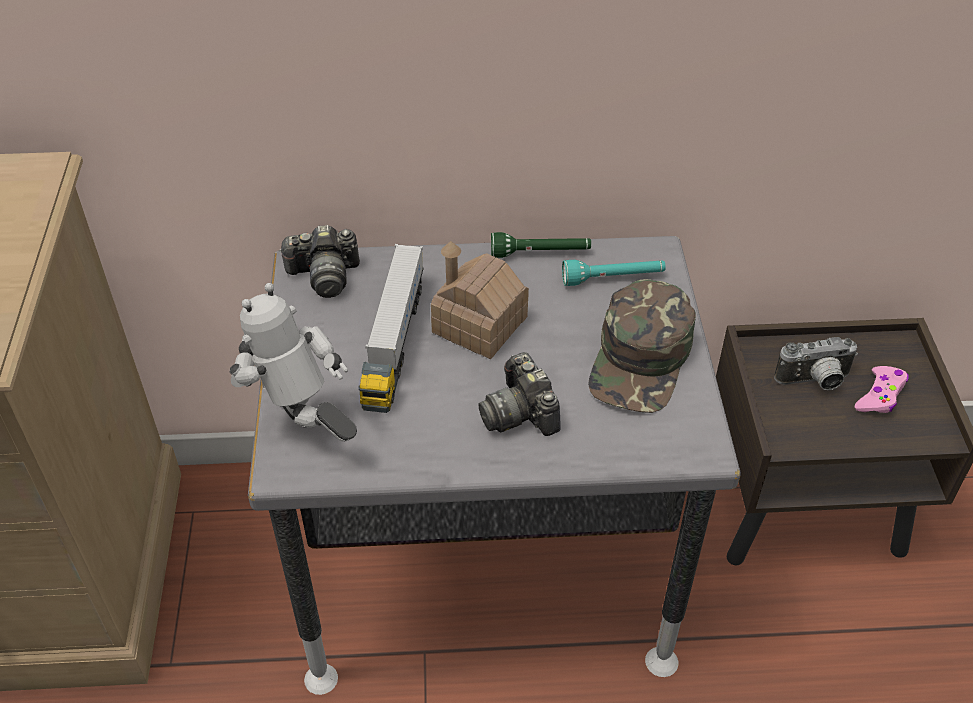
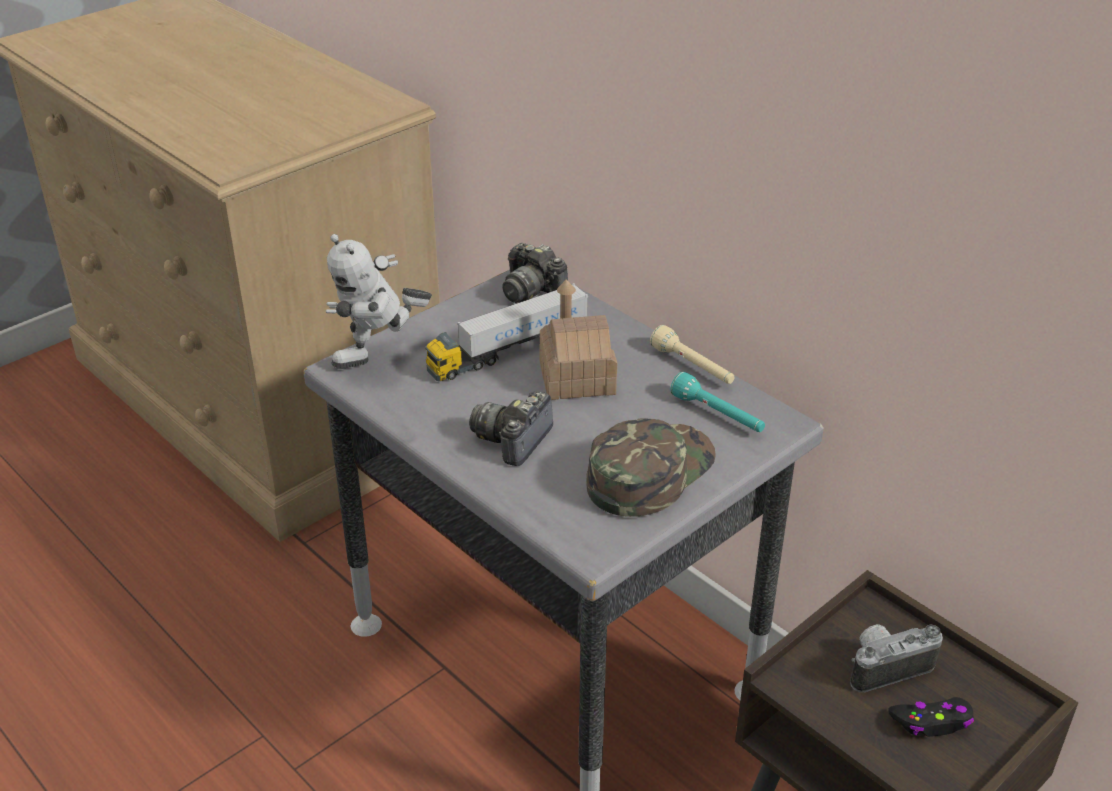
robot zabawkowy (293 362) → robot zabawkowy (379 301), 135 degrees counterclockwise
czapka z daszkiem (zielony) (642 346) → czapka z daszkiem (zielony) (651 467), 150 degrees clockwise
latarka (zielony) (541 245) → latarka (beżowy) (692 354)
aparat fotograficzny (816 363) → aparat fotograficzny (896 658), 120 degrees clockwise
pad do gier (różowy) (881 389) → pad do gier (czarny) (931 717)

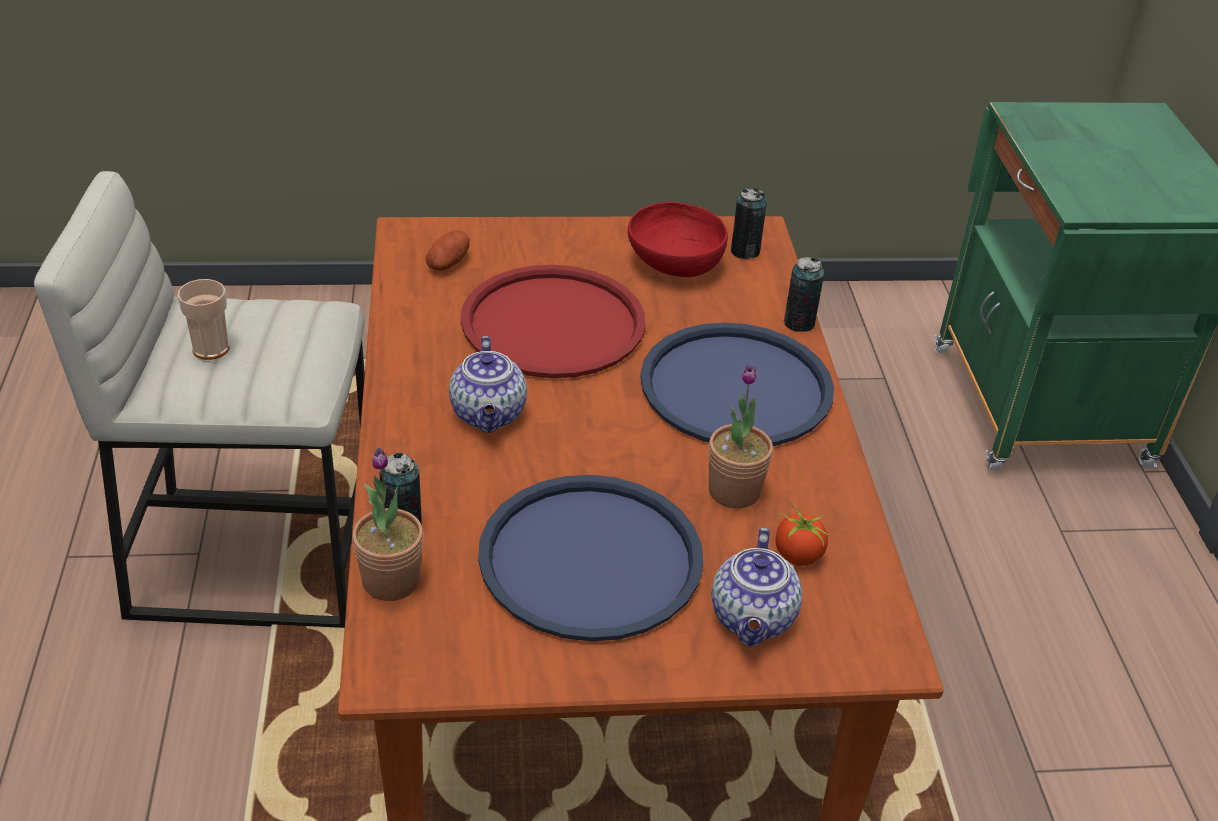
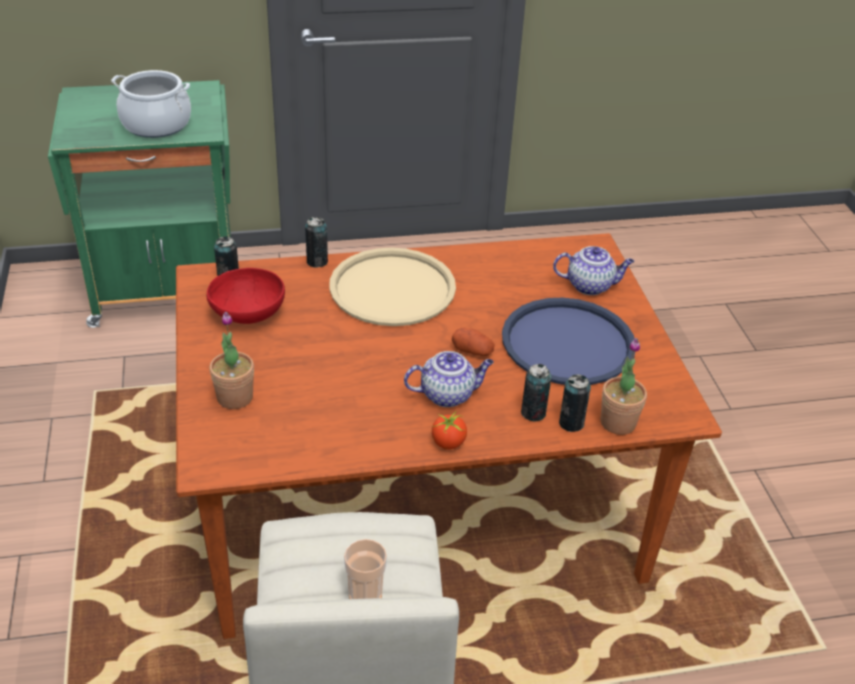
- → garnek (151 104)
roślina doniczkowa (740 436) → roślina doniczkowa (231 360), shifted
taca (niebieski) (737 384) → taca (beżowy) (392 287)
pomidor (802 533) → pomidor (449 430), shifted
ziemniak (448 250) → ziemniak (473 342), shifted
- → puszka (536 392)
taca (czerwony) (553 321) → -

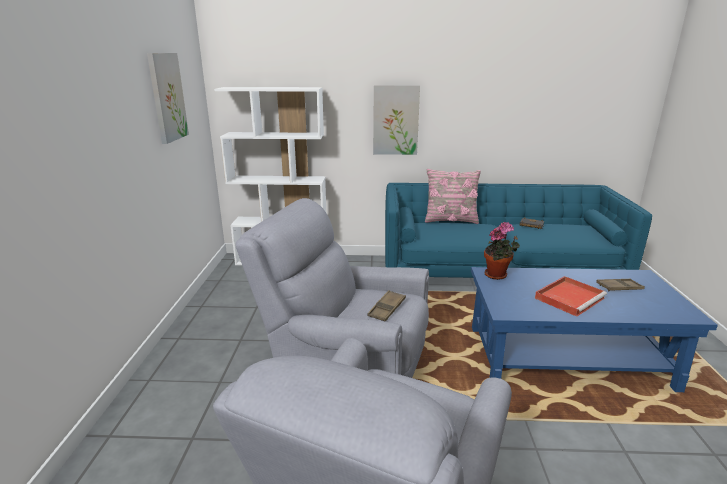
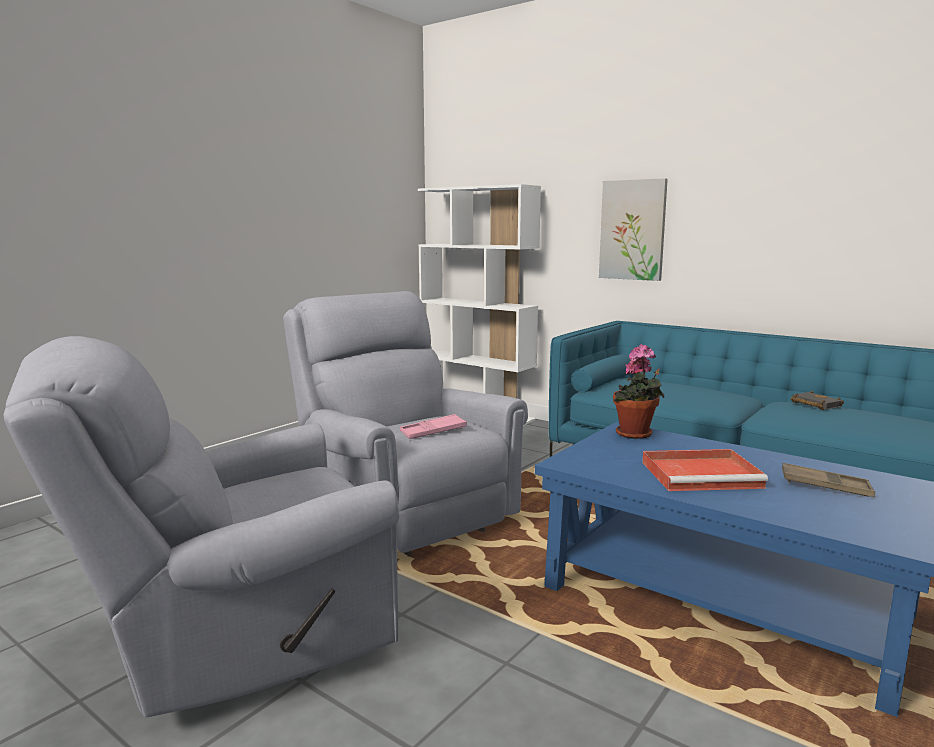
taca (brązowy) (386 305) → taca (różowy) (433 426)
obraz (168 98) → -
poduszka (różowy) (453 196) → -

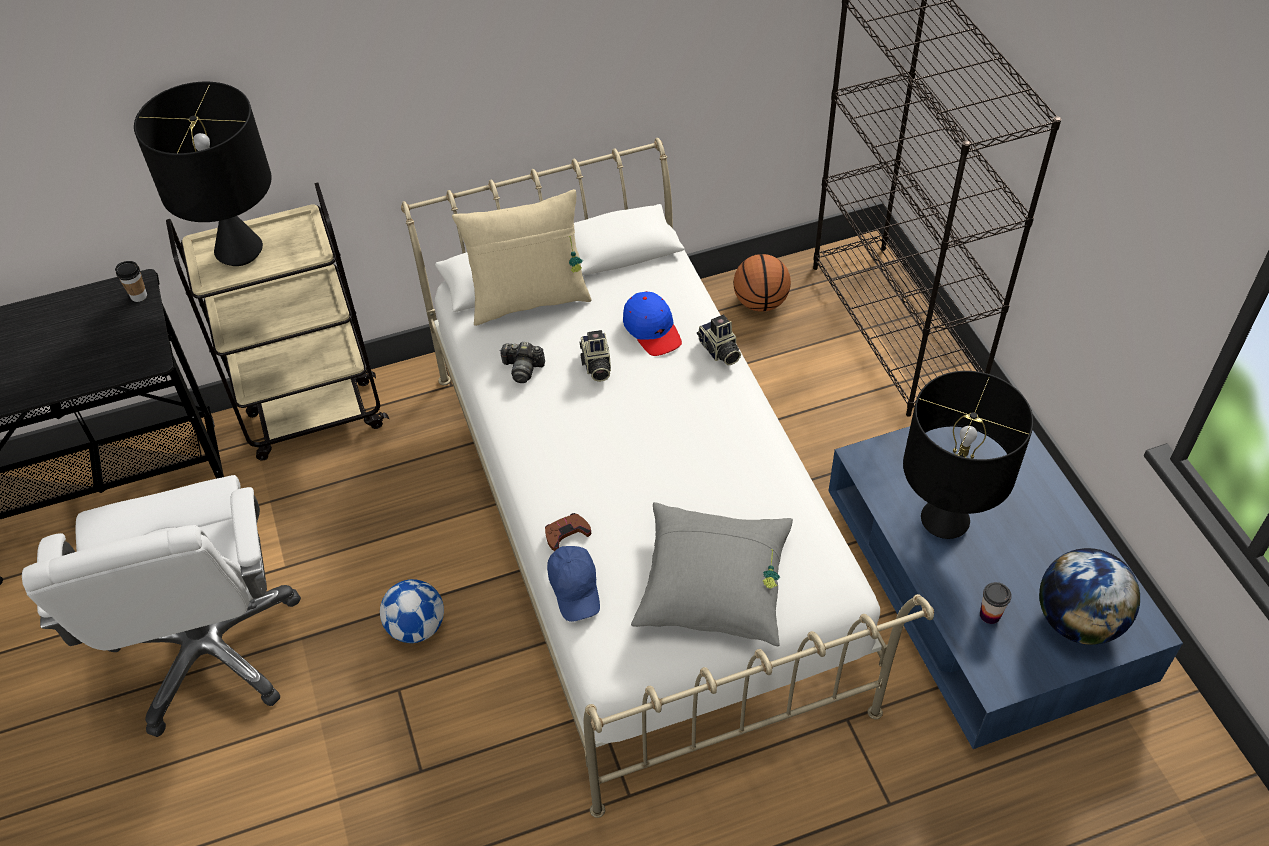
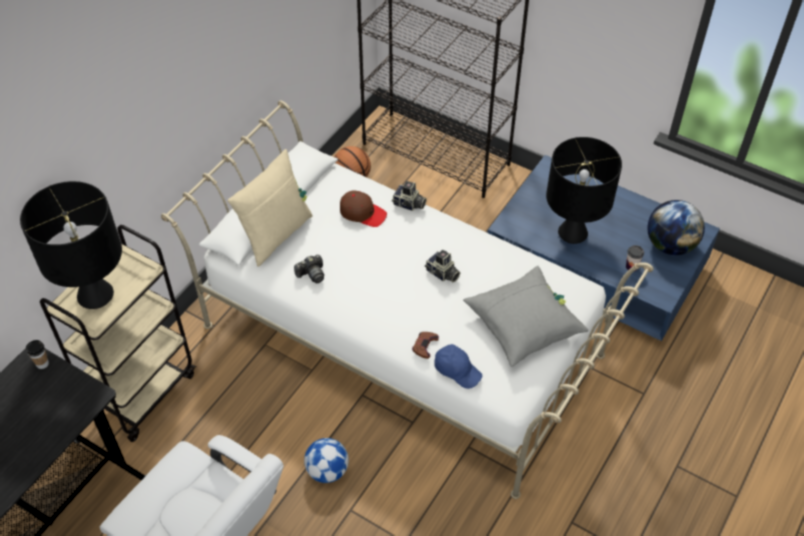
czapka z daszkiem (niebieski) (652 323) → czapka z daszkiem (brązowy) (363 208)
aparat fotograficzny (595 356) → aparat fotograficzny (442 266), shifted

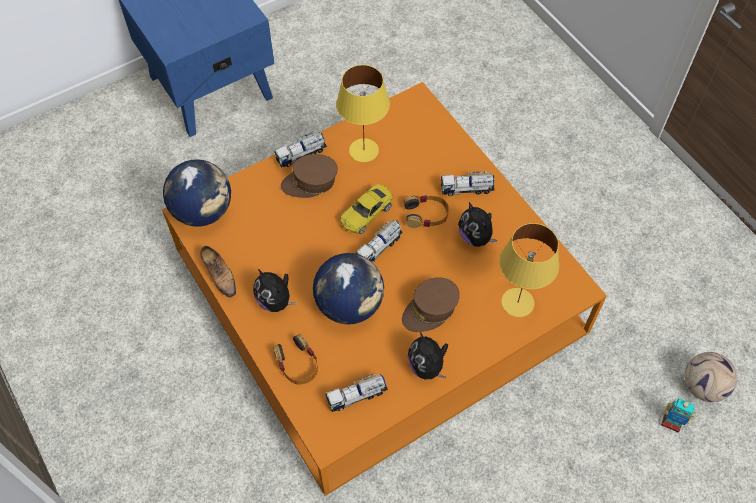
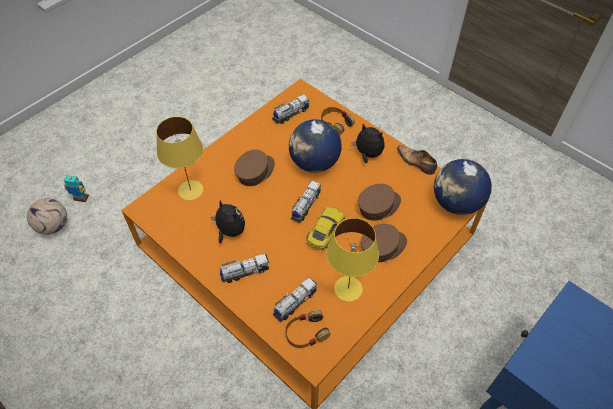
ciężarówka zabawkowa (300 149) → ciężarówka zabawkowa (294 299), shifted
słuchawki (426 211) → słuchawki (308 329), shifted
- → czapka z daszkiem (brązowy) (379 202)
pluszak (428 356) → -

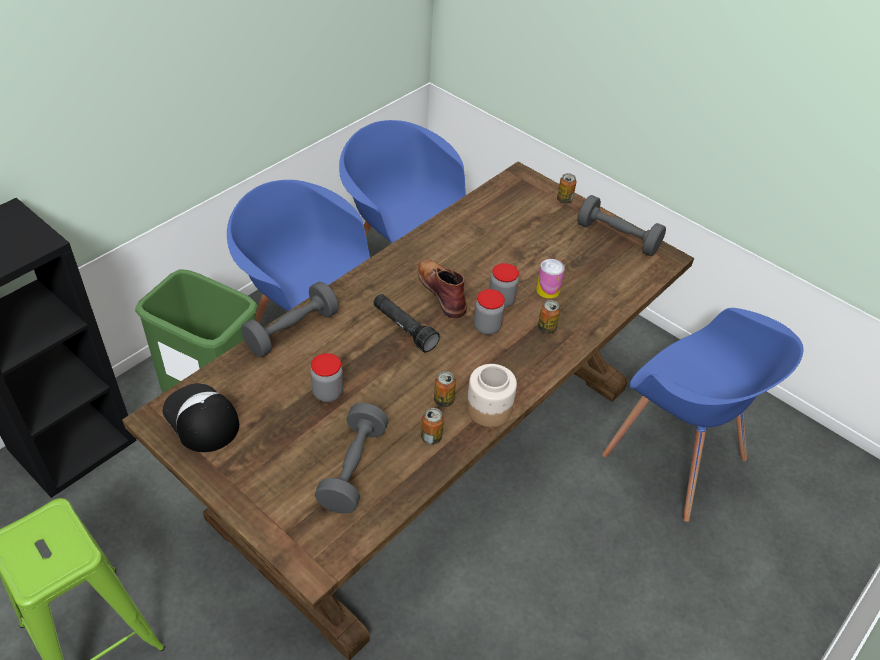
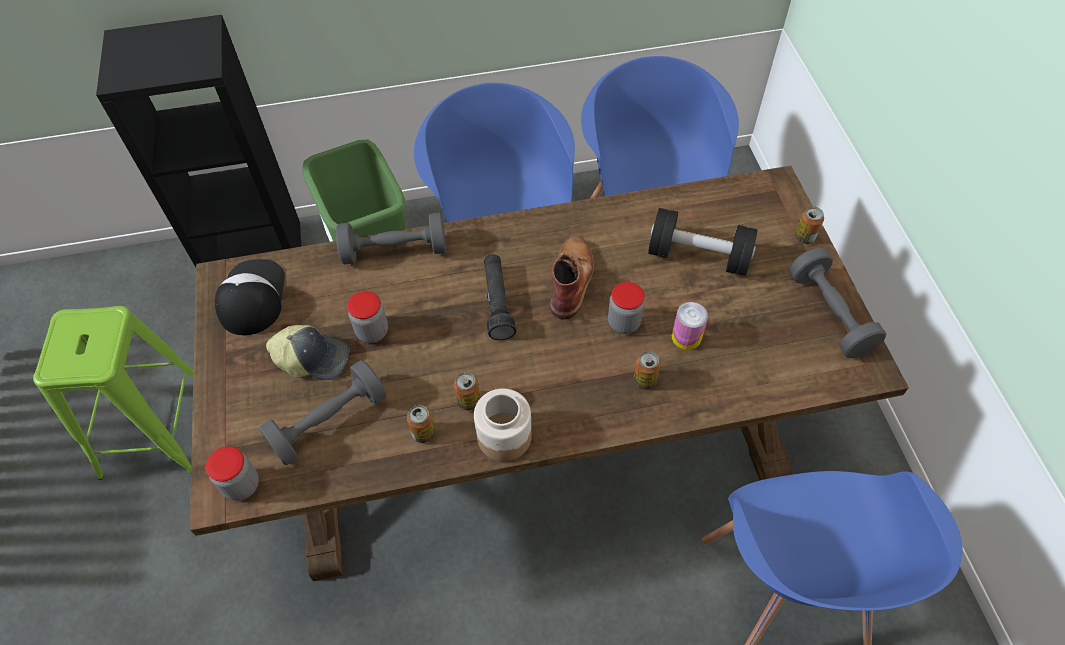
słoik (489 312) → słoik (232 473), shifted
- → czapka z daszkiem (307 352)
- → hantel (czarny) (702 242)

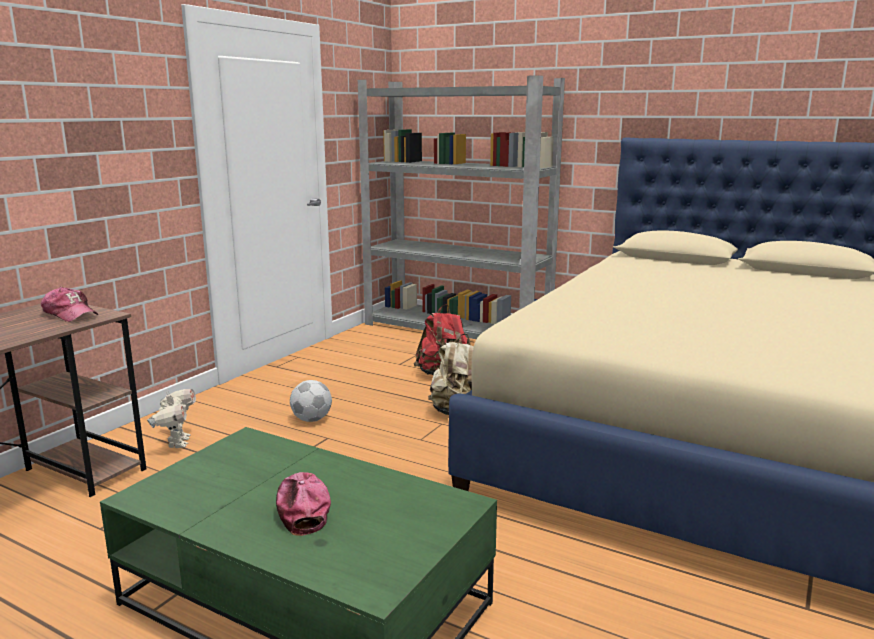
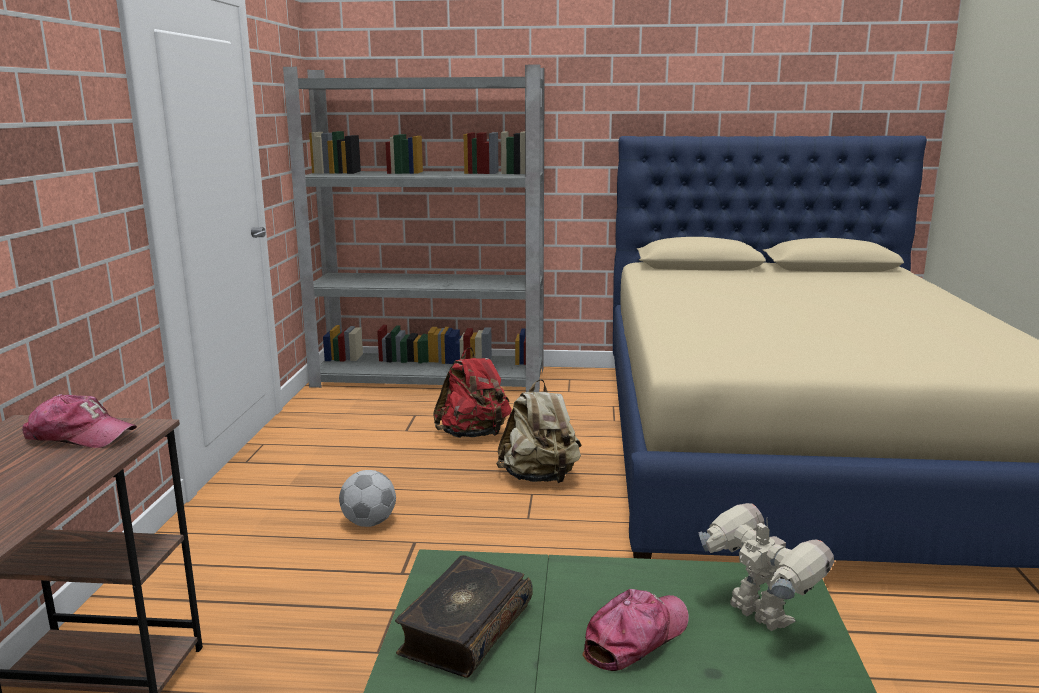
- → książka (464 616)
czapka z daszkiem (303 504) → czapka z daszkiem (635 630), 90 degrees clockwise
robot zabawkowy (171 418) → robot zabawkowy (766 567), shifted

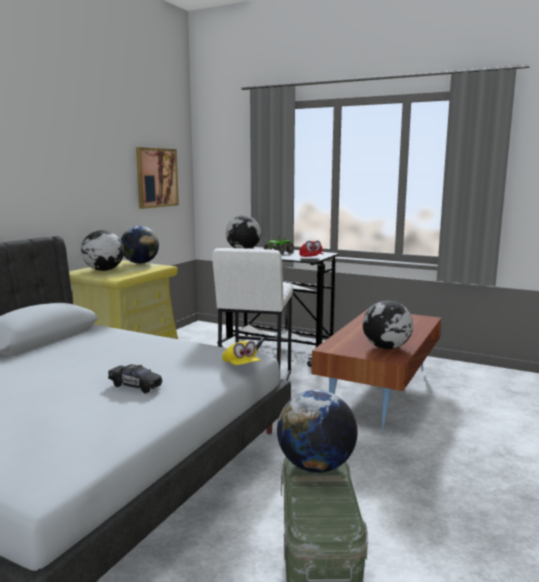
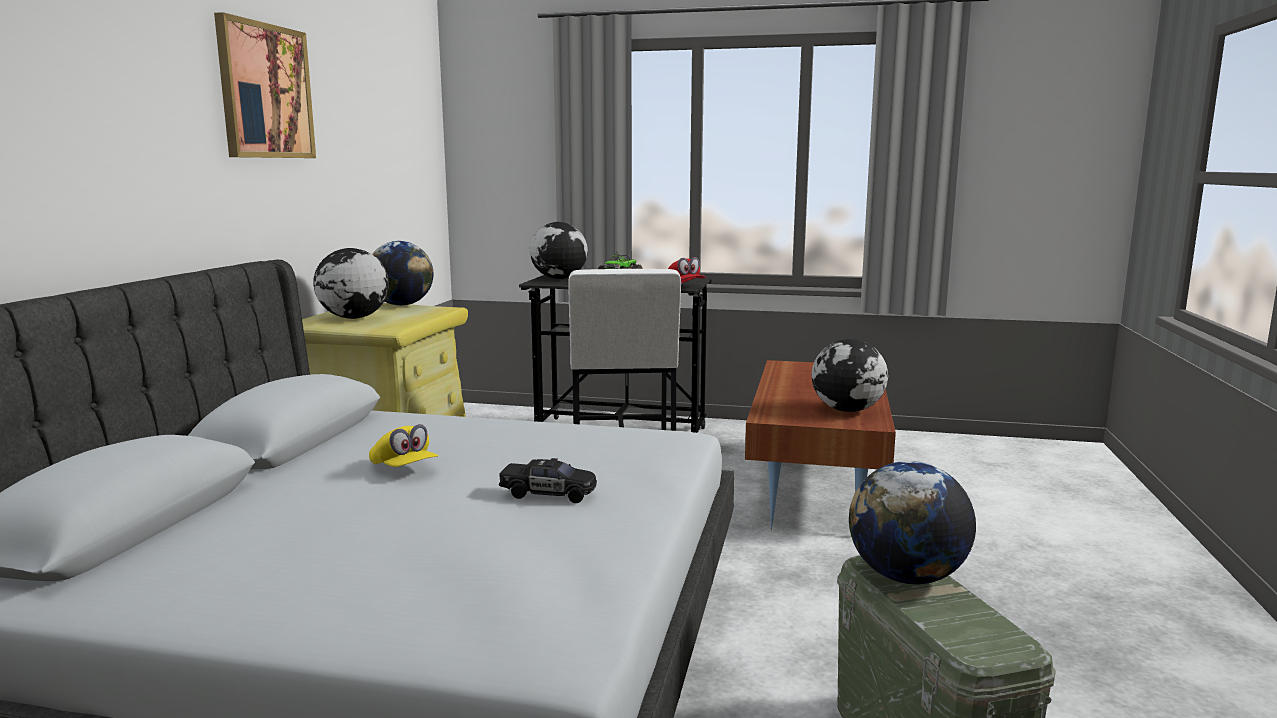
obraz (157 178) → obraz (265 85), shifted
czapka z daszkiem (żółty) (241 353) → czapka z daszkiem (żółty) (403 445), shifted

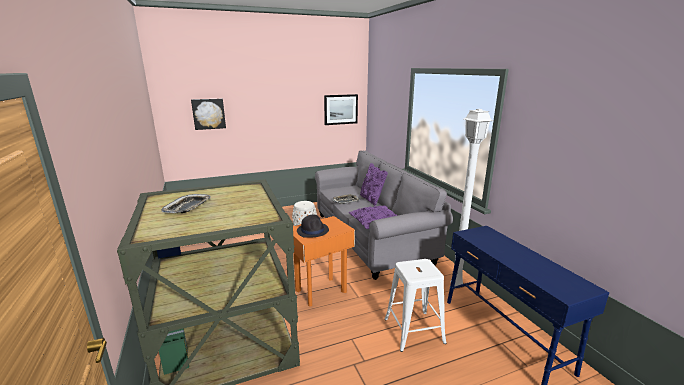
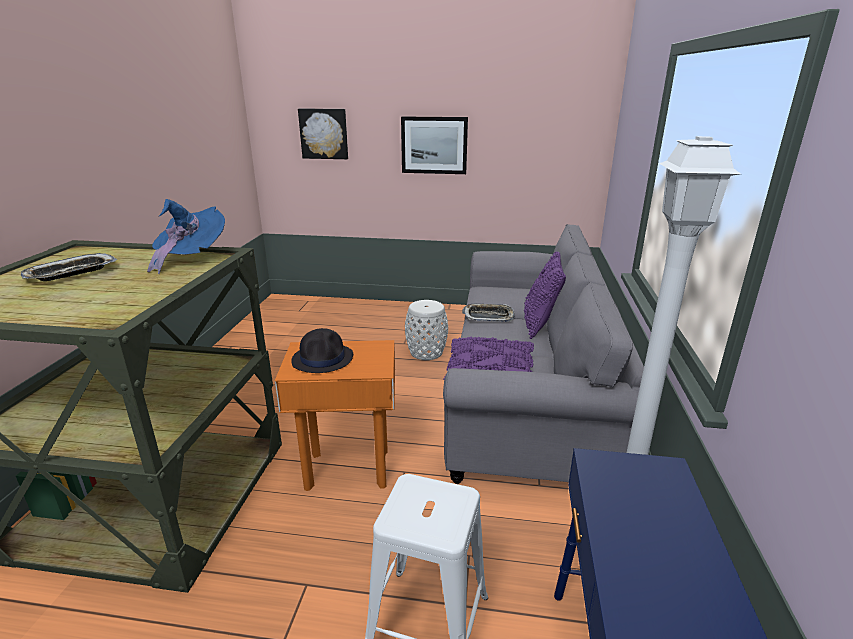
- → kapelusz (niebieski) (186 236)
obraz (341 109) → obraz (434 145), shifted

